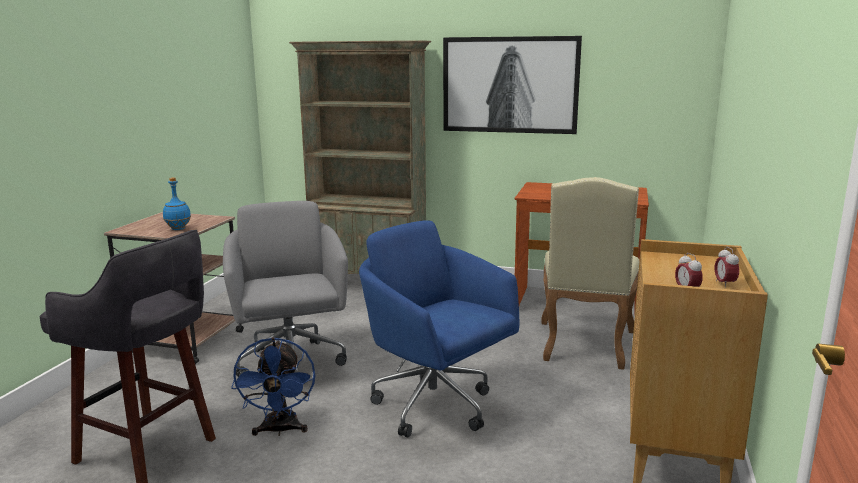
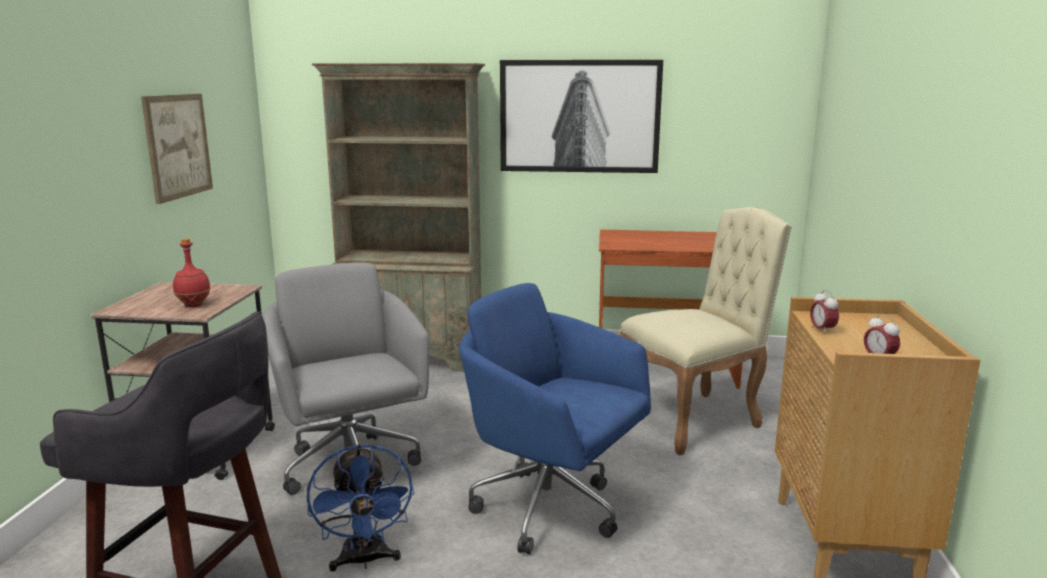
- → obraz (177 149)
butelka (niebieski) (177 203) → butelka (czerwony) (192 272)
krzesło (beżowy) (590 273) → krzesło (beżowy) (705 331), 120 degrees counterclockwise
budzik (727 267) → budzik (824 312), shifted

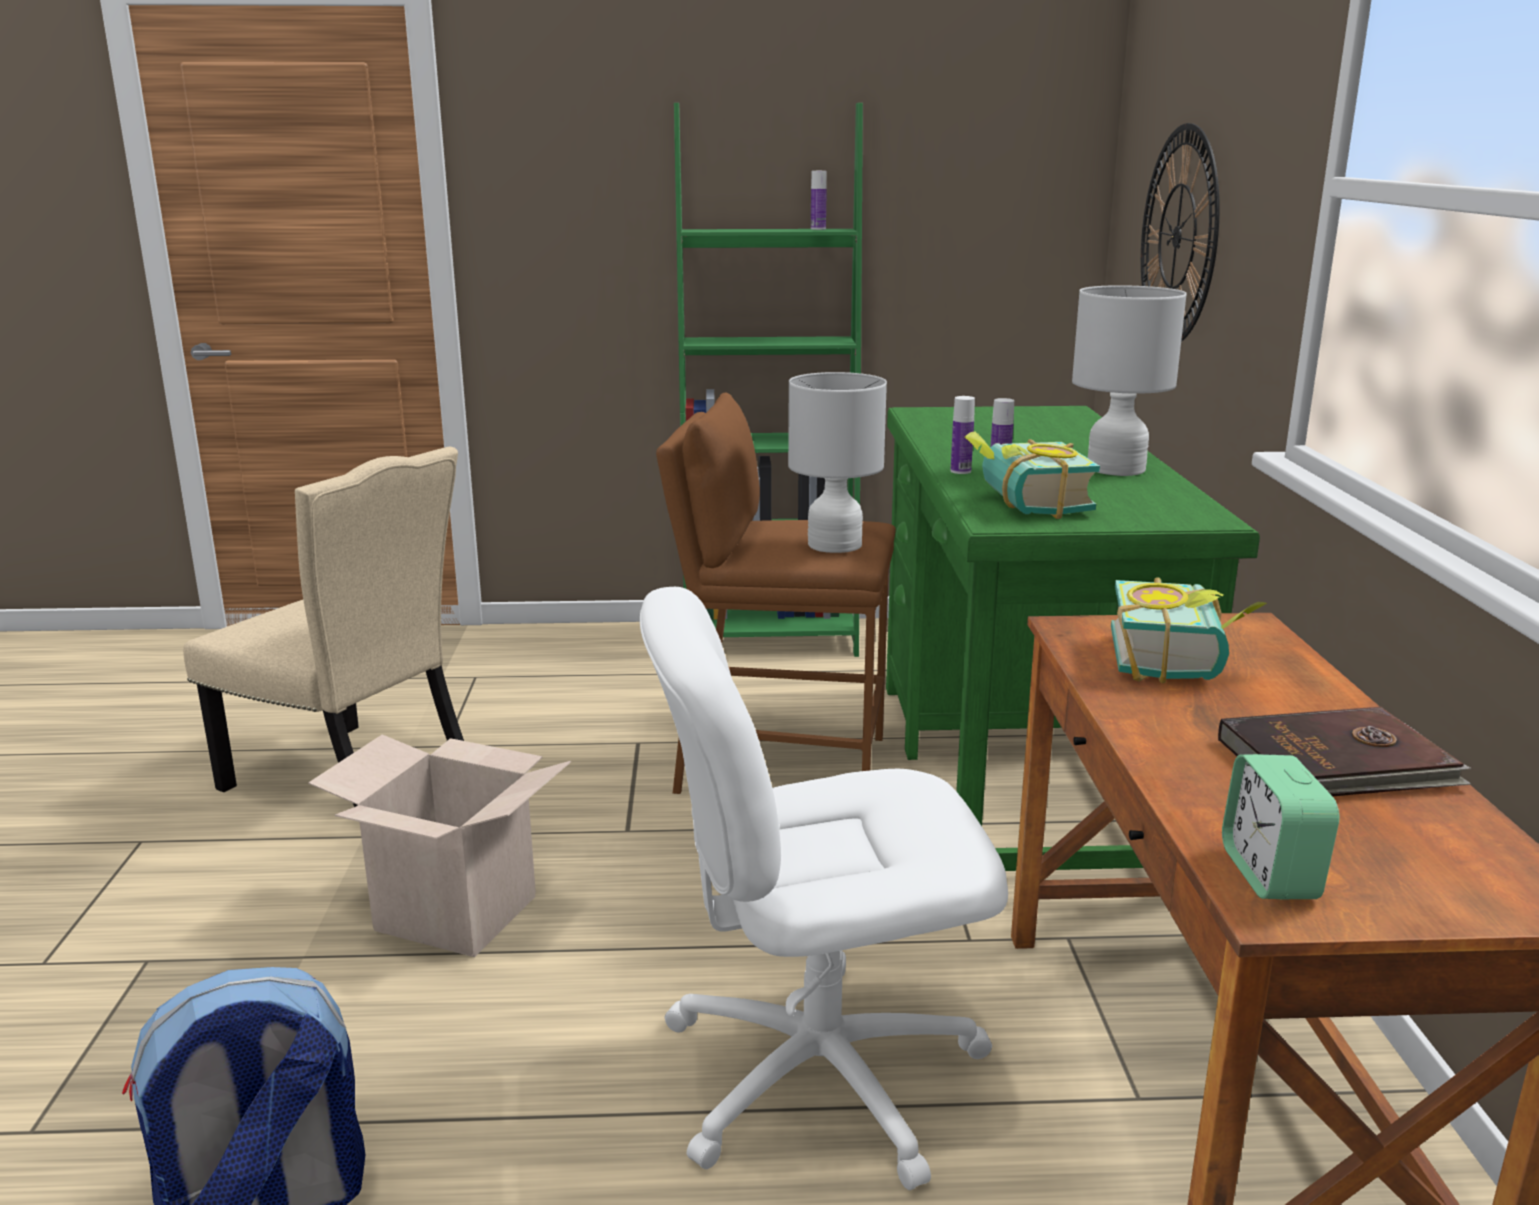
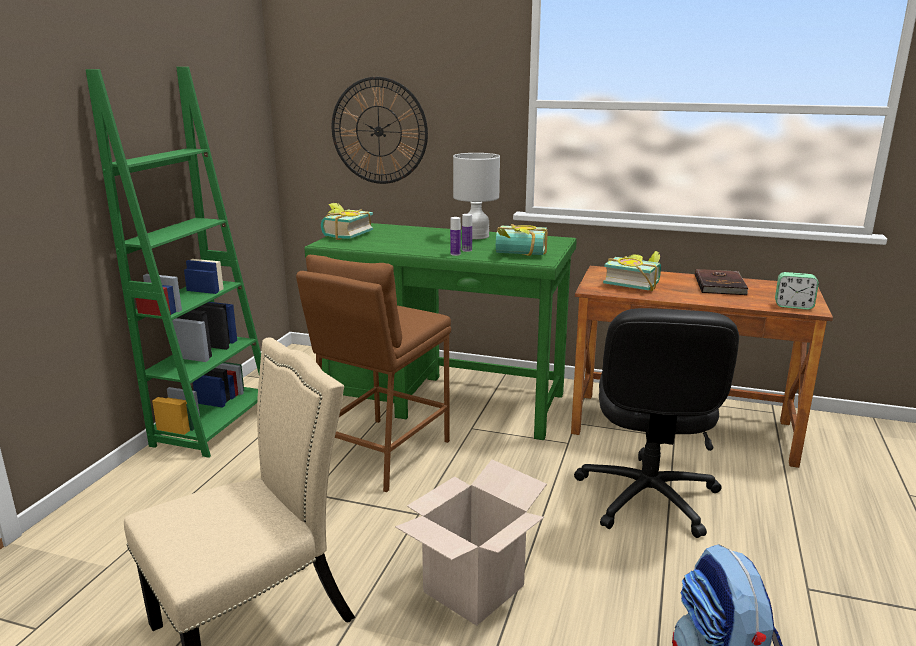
- → książka (347 221)
krzesło biurowe (biały) (824 888) → krzesło biurowe (czarny) (656 423)
lampa stołowa (szary) (837 462) → -
butelka (819 200) → -

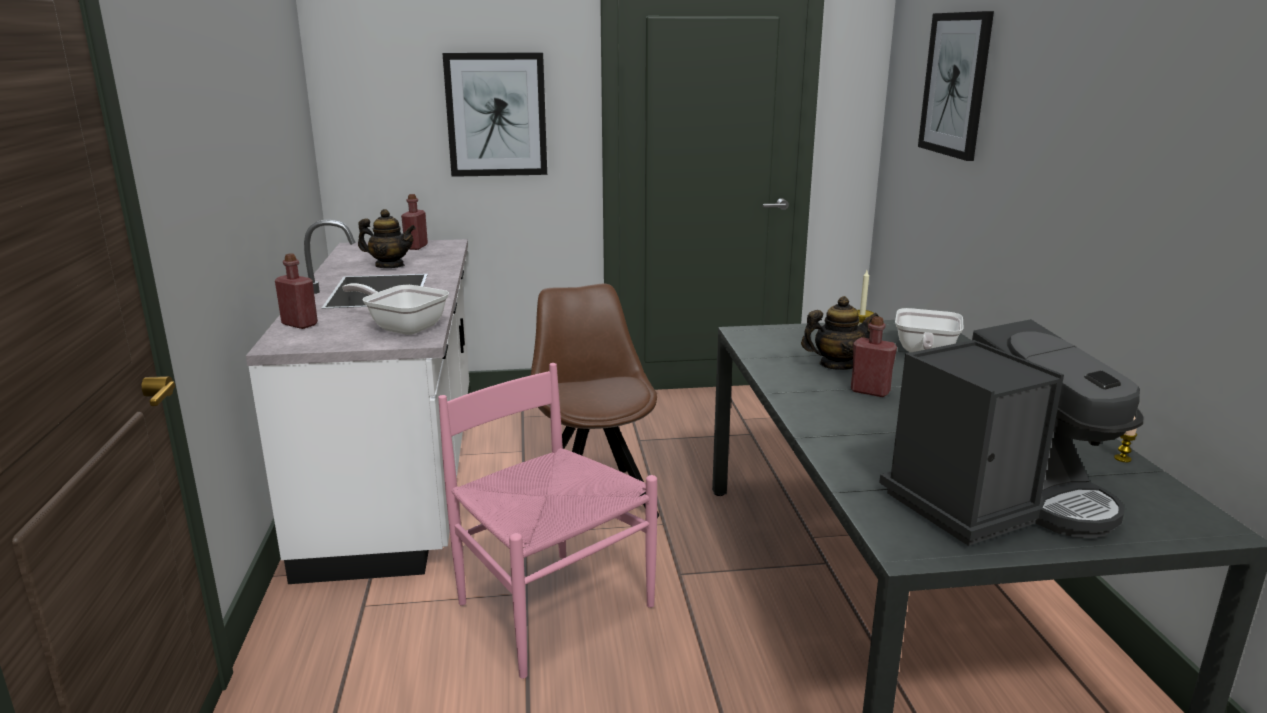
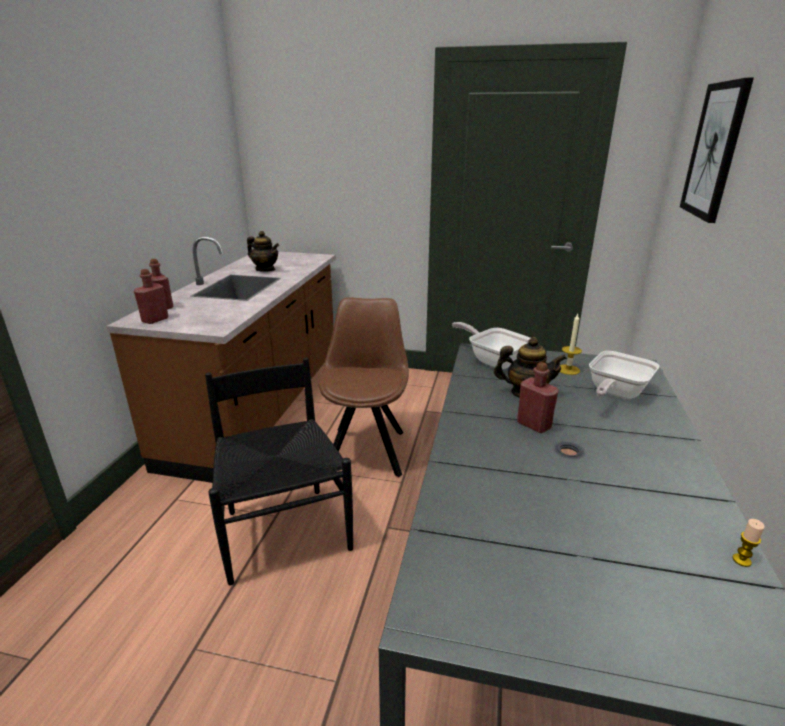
zabudowa kuchenna (biały) (357 402) → zabudowa kuchenna (brązowy) (221 359)
butelka (czerwony) (414 222) → butelka (czerwony) (151 296), shifted
krzesło (różowy) (547 521) → krzesło (czarny) (279 471)
patelnia (395 309) → patelnia (491 346), shifted
obraz (495 115) → -
ekspres do kawy (1011 432) → -

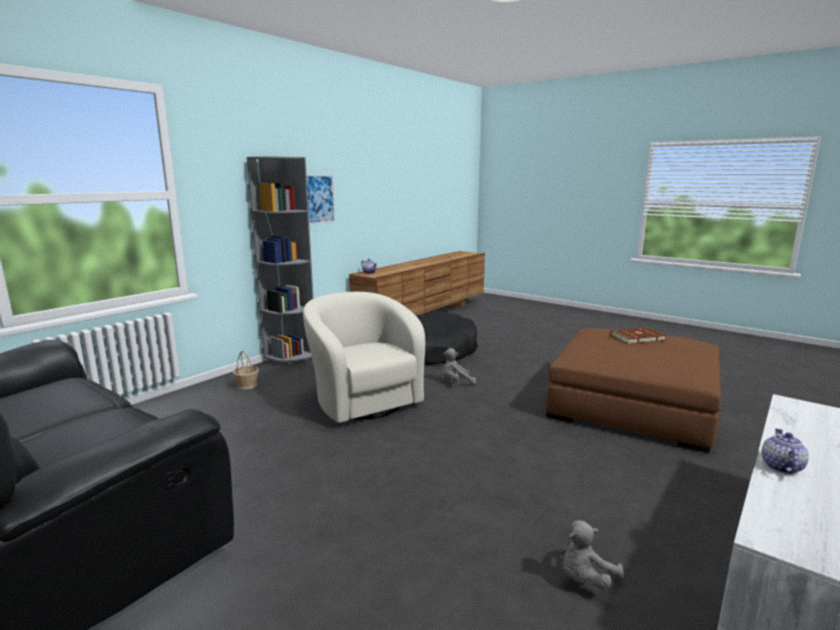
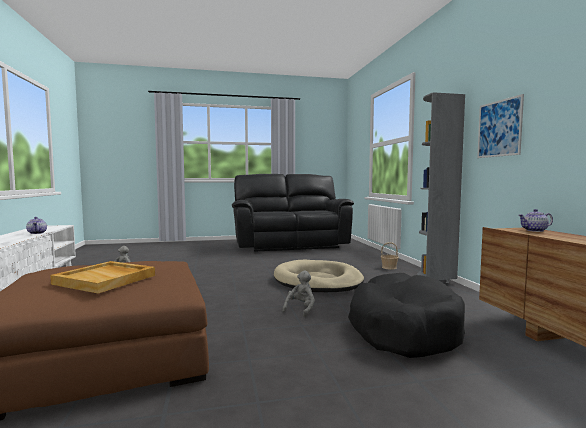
książka (brązowy) (638 335) → taca (beżowy) (102 277)
fotel (beżowy) (364 357) → legowisko (beżowy) (319 276)

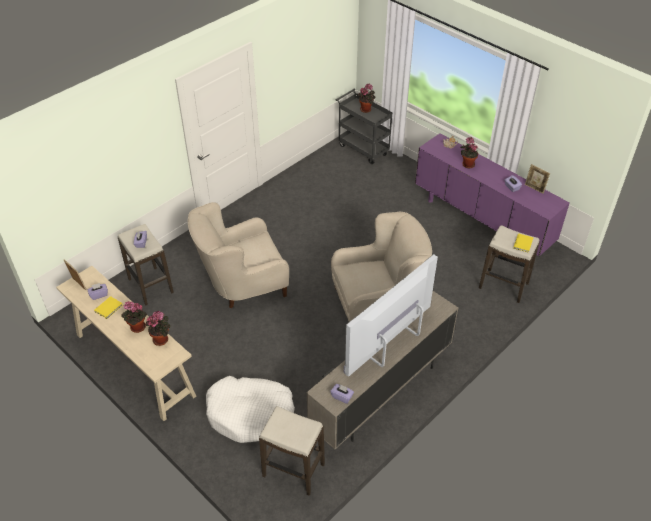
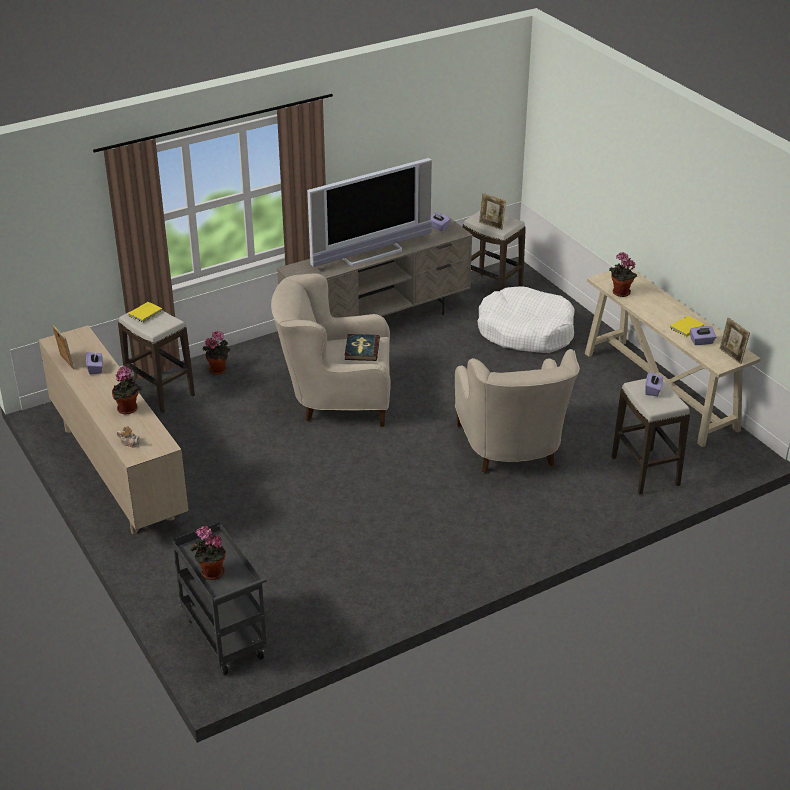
szafka (fioletowy) (492 194) → szafka (beżowy) (114 429)
roślina doniczkowa (134 317) → roślina doniczkowa (216 353), shifted
- → książka (362 347)
fotel (beżowy) (238 255) → fotel (beżowy) (517 411), 90 degrees clockwise
- → ramka na zdjęcie (492 211)

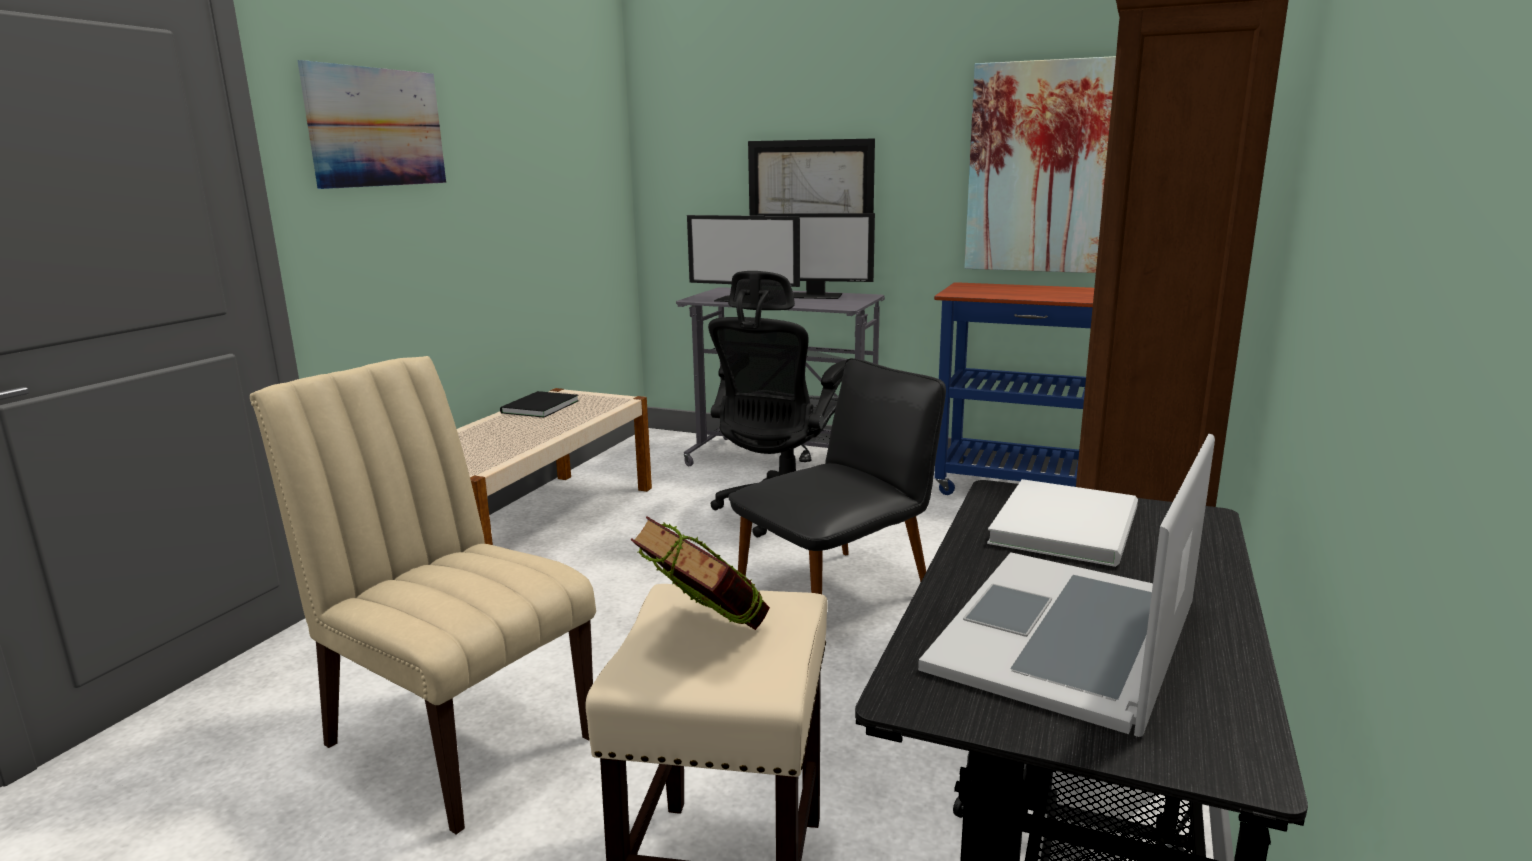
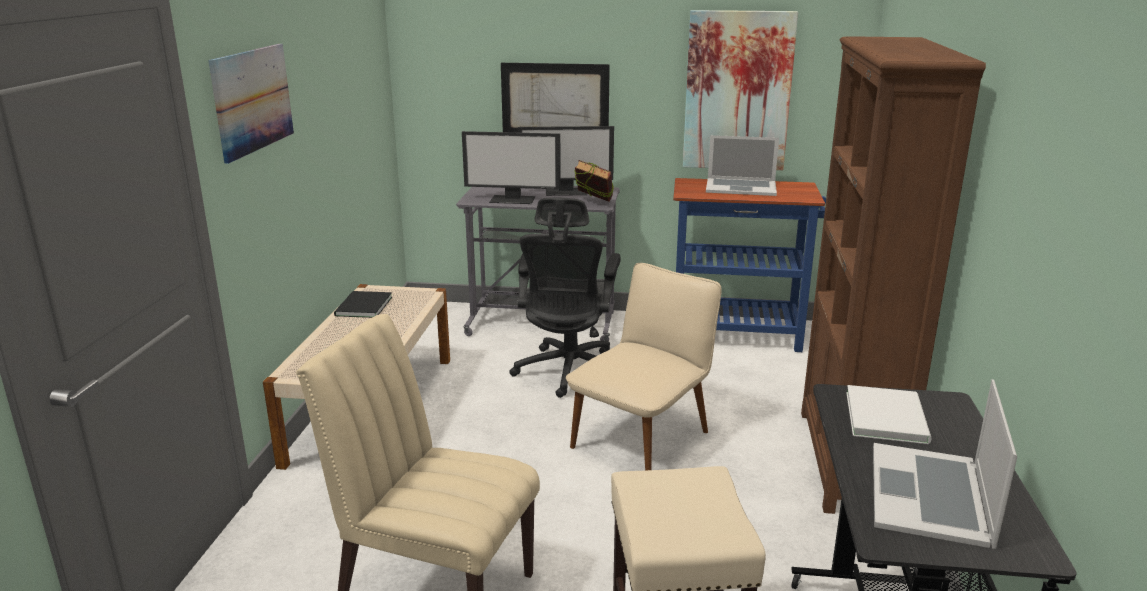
krzesło (czarny) (837 476) → krzesło (beżowy) (644 367)
książka (700 573) → książka (594 181), shifted
- → laptop (742 165)

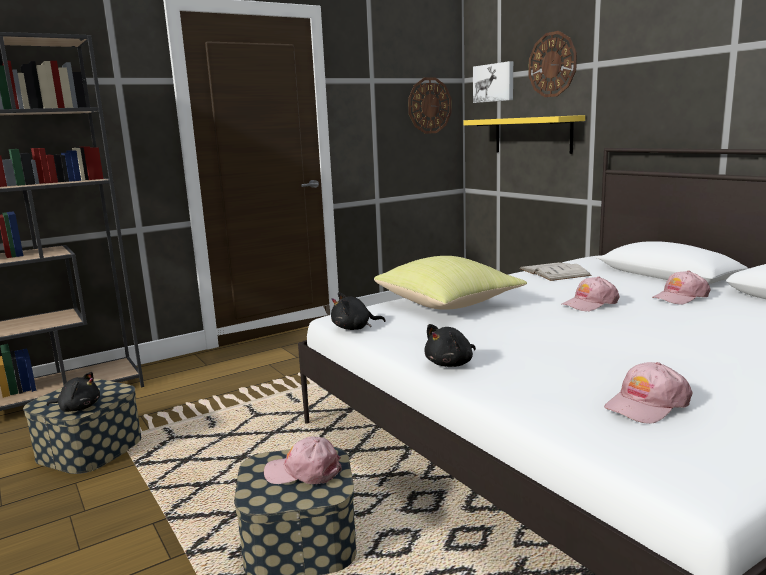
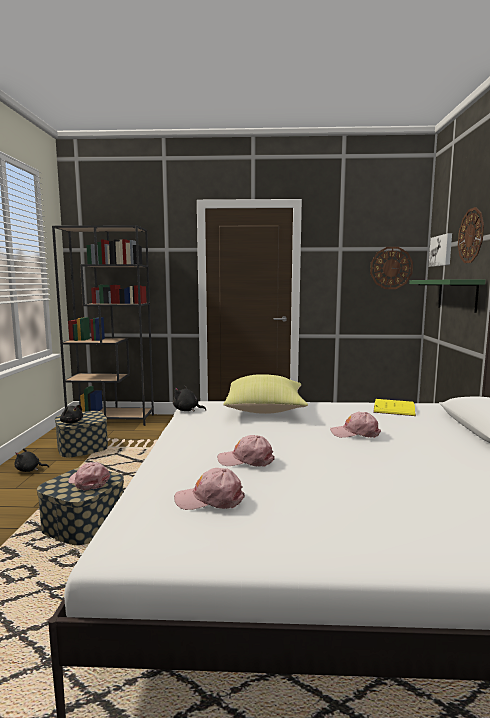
pluszak (czarny) (450 345) → pluszak (czarny) (32 460), shifted
czapka z daszkiem (różowy) (681 287) → czapka z daszkiem (różowy) (246 451), shifted
książka (biały) (556 271) → książka (żółty) (394 407)
półka (żółty) (524 134) → półka (zielony) (447 296)

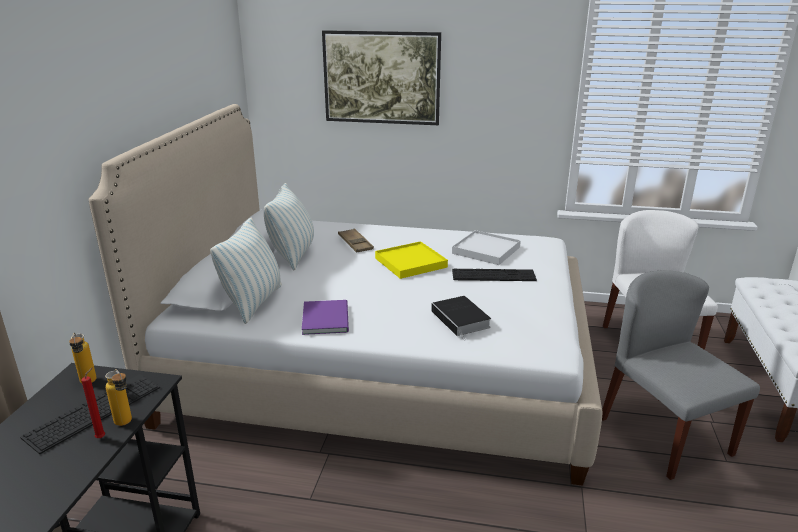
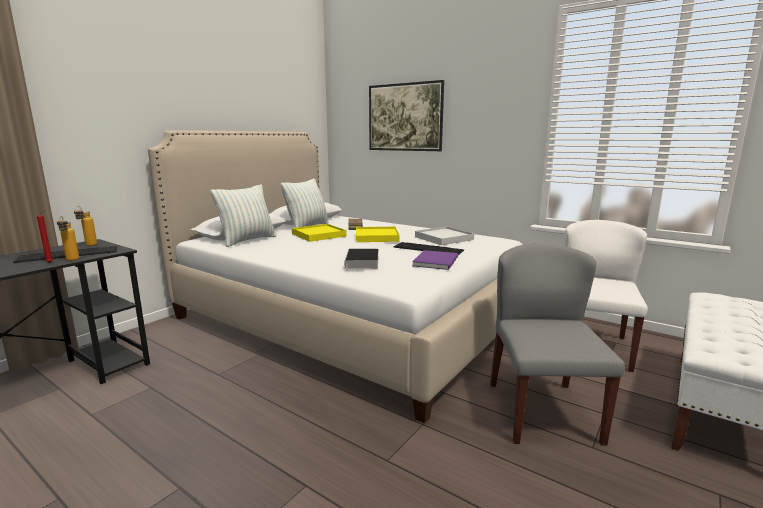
- → taca (żółty) (319 233)
książka (fioletowy) (325 317) → książka (fioletowy) (435 260), shifted

